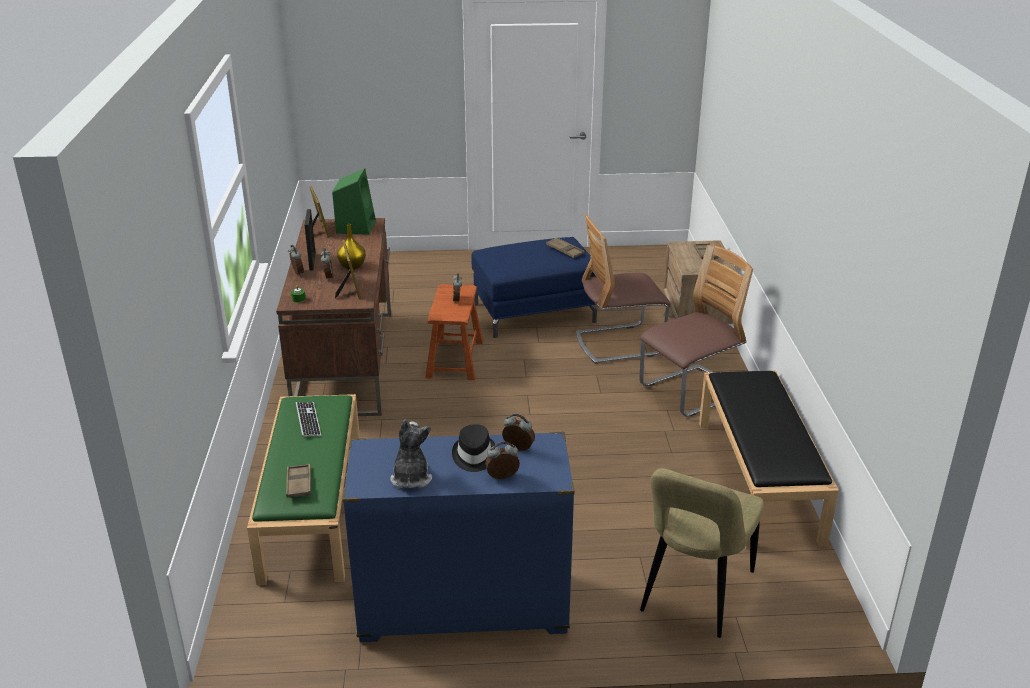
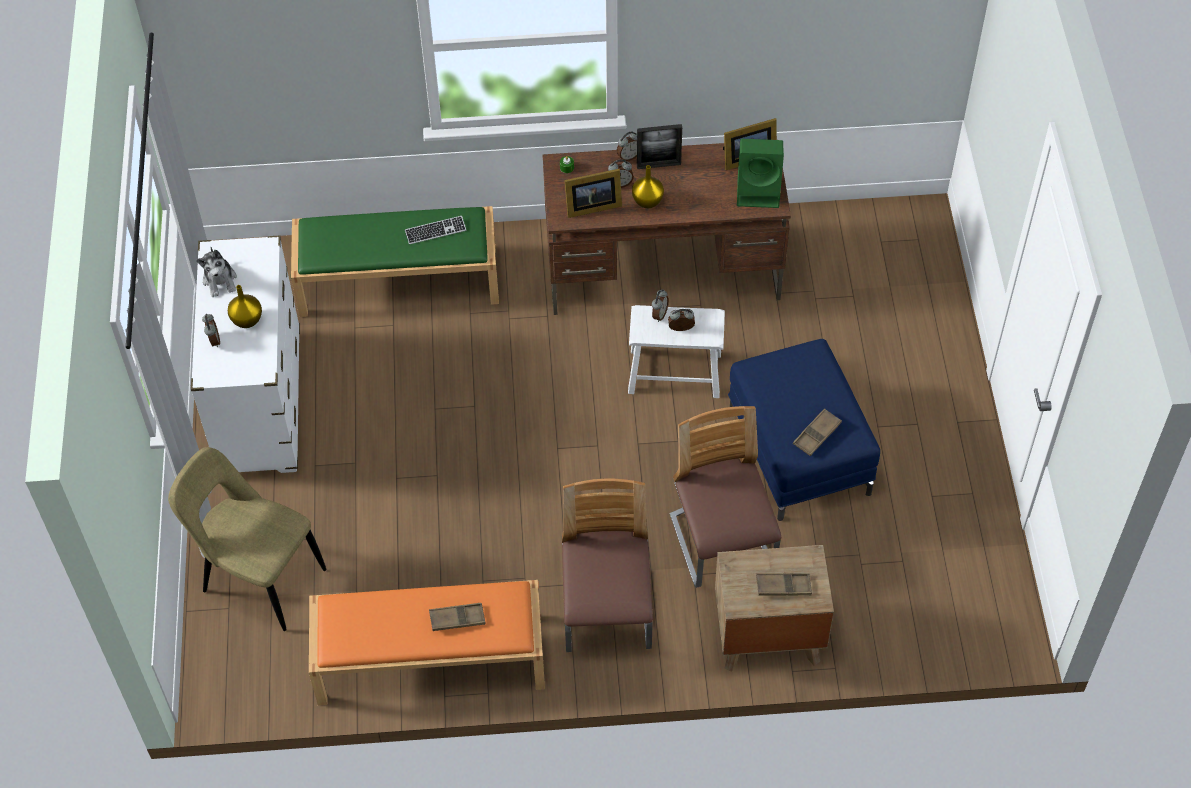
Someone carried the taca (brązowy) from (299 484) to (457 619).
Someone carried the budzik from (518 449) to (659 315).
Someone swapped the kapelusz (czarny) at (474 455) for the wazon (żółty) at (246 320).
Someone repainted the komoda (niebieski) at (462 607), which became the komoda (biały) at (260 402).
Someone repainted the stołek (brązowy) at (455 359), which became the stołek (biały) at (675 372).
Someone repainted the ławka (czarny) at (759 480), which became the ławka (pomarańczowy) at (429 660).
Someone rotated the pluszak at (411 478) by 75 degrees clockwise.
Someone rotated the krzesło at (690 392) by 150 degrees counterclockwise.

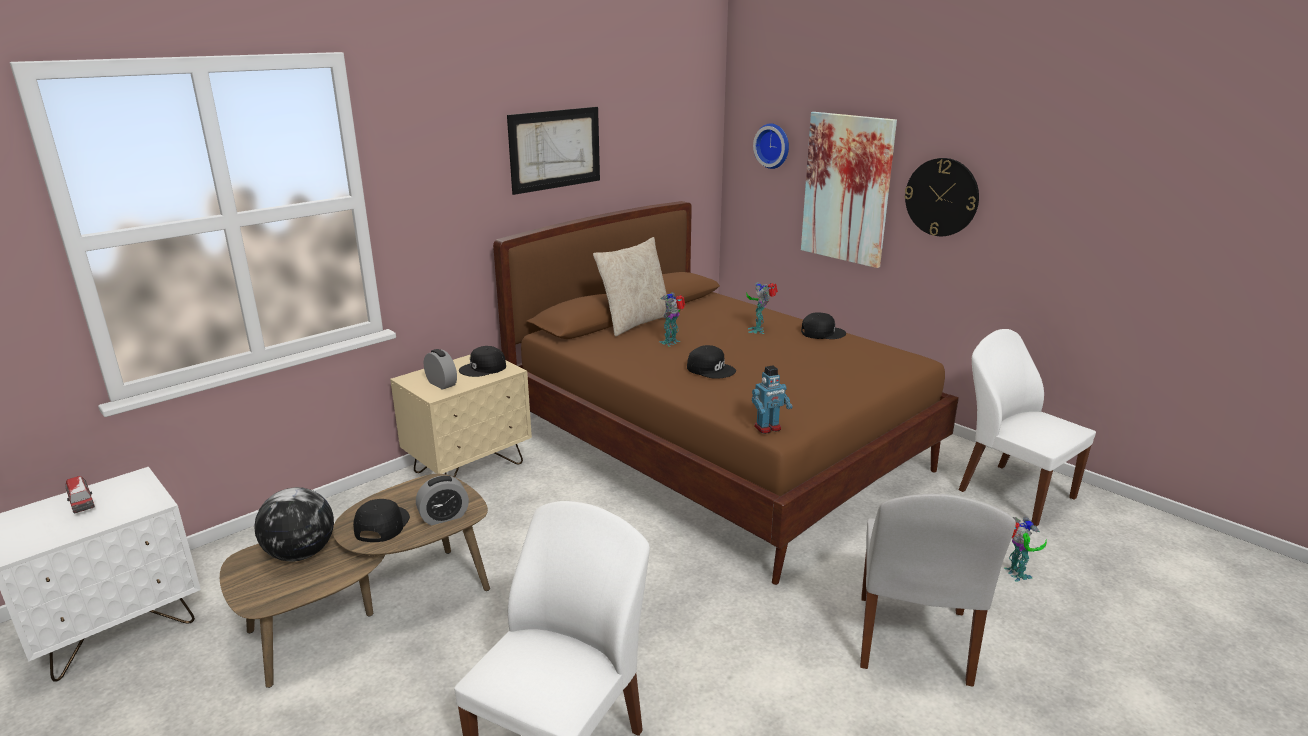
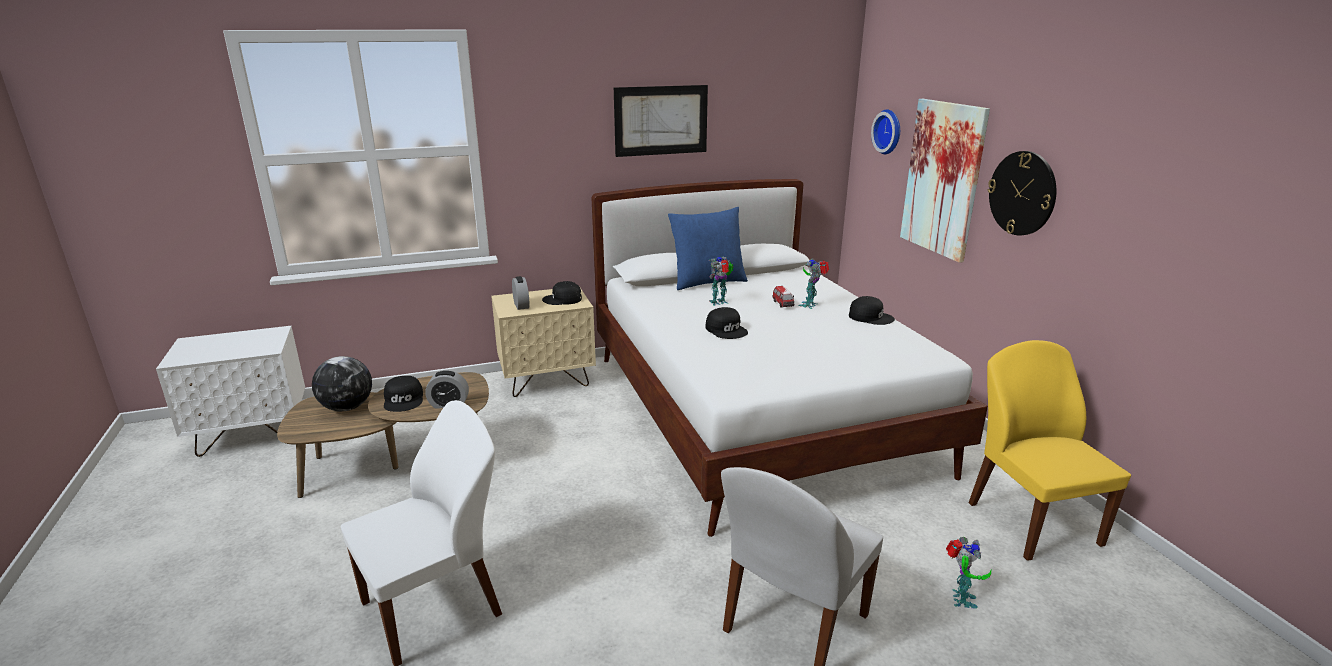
Someone took away the robot zabawkowy at (768 428).
Someone carried the samochodzik from (83 505) to (783 304).
Someone repainted the łóżko (brązowy) at (717 450), which became the łóżko (biały) at (757 411).
Someone repainted the poduszka (beżowy) at (635 322), which became the poduszka (niebieski) at (707 282).
Someone repainted the krzesło (biały) at (1013 493), which became the krzesło (żółty) at (1031 521).
Someone rotated the czapka z daszkiem (czarny) at (381 525) by 135 degrees clockwise.

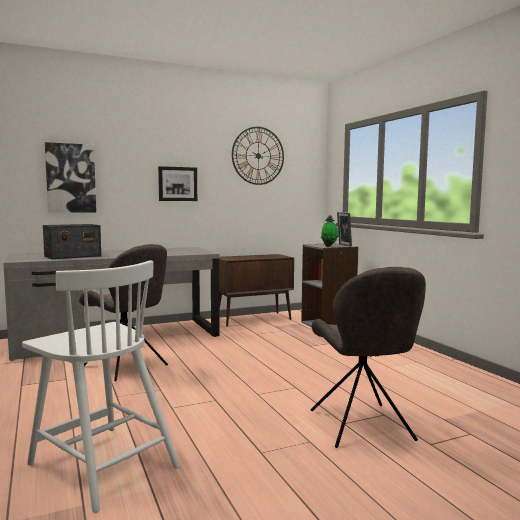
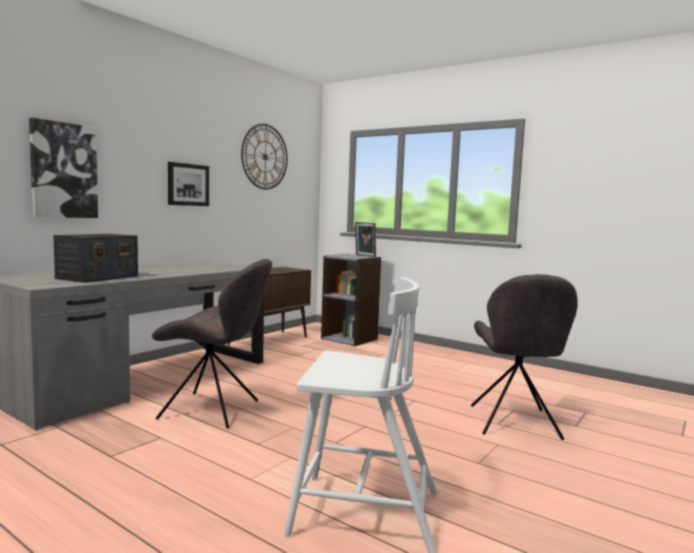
Someone took away the roślina doniczkowa at (329 246).
Someone rotated the krzesło (szary) at (362 427) by 45 degrees clockwise.

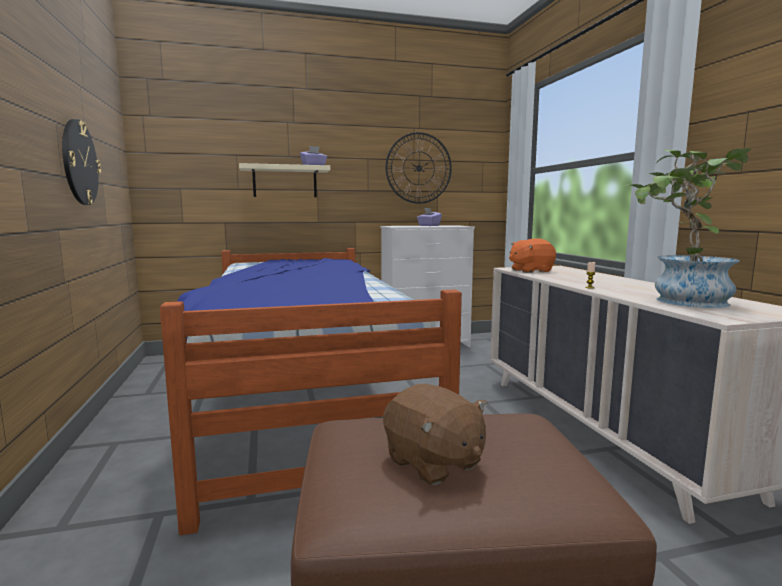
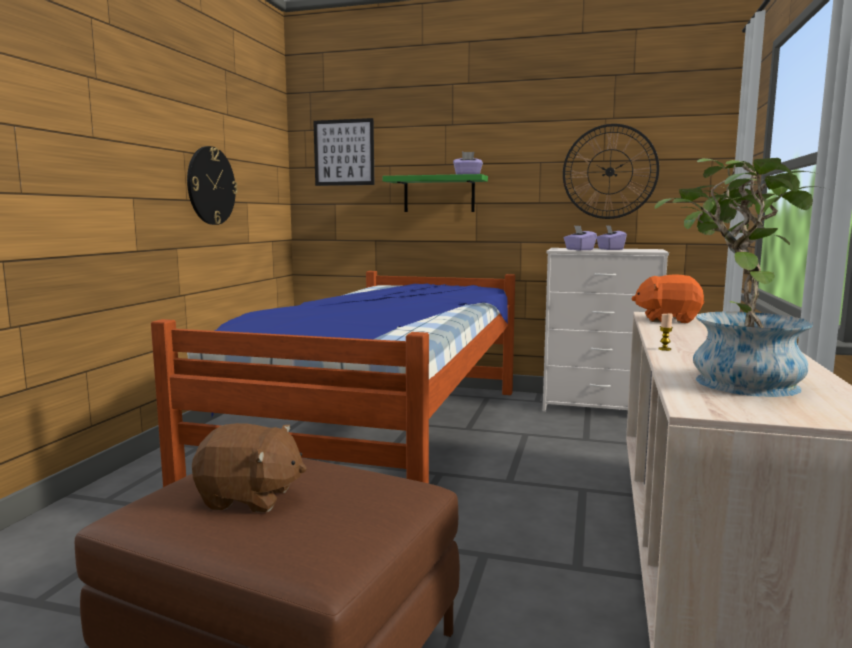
Someone put up the obraz at (344 152).
Someone put down the pudełko chusteczek (fioletowy) at (579 249).
Someone repainted the półka (beżowy) at (285 182), which became the półka (zielony) at (439 194).
Someone rotated the pluszak (brązowy) at (433 463) by 75 degrees counterclockwise.

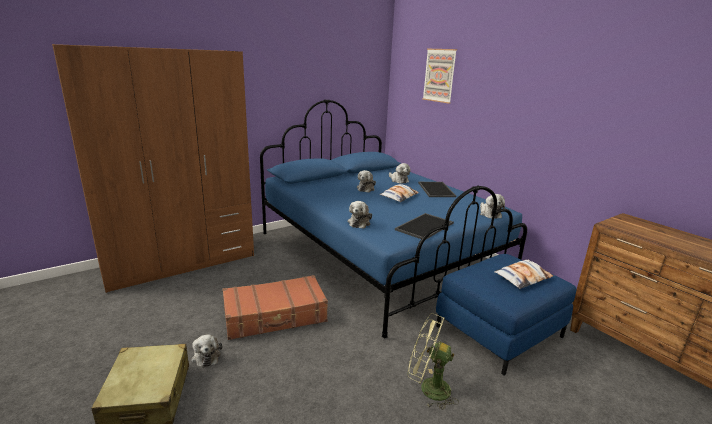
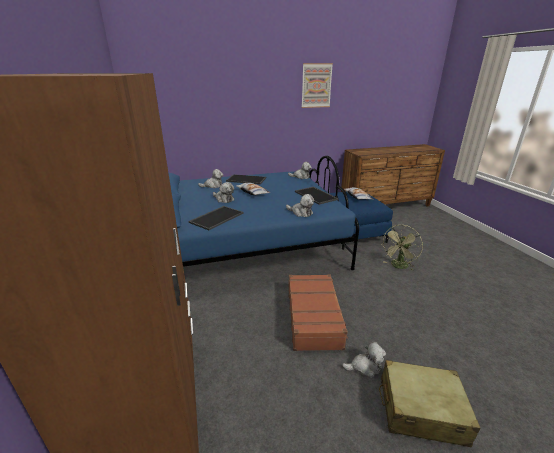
Someone put down the taca at (216 217).
Someone carried the obraz from (439 75) to (316 85).

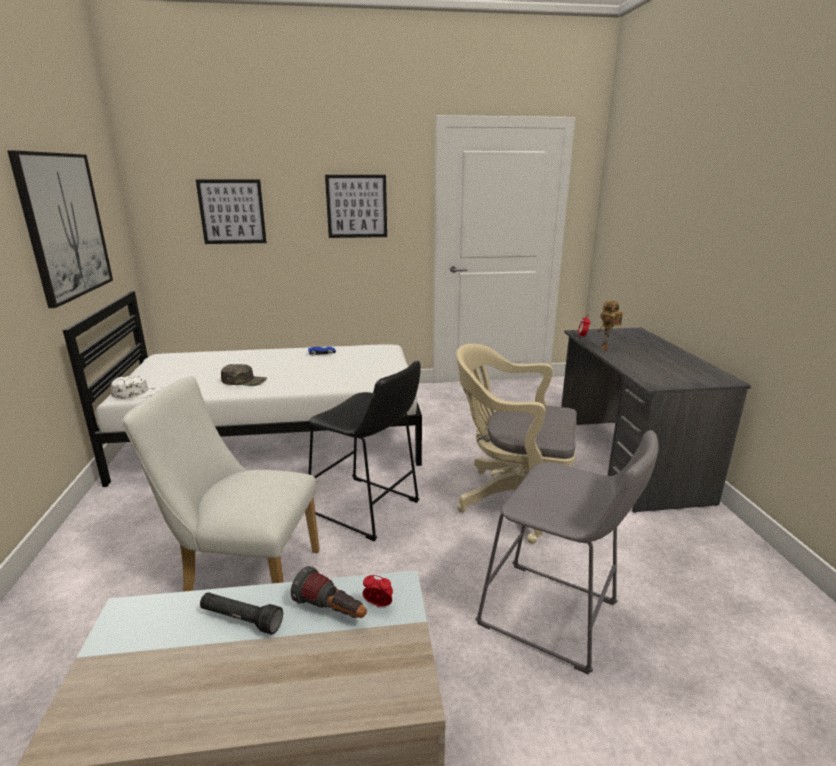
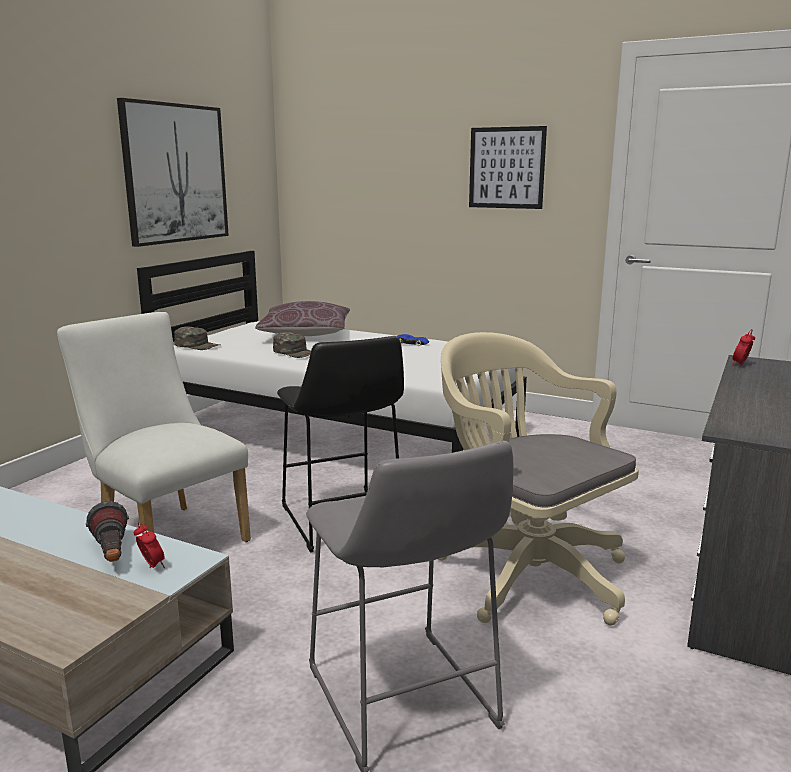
Someone took away the obraz at (232 212).
Someone took away the latarka (czarny) at (241 620).
Someone took away the robot zabawkowy at (606 349).
Someone put down the poduszka (brązowy) at (305 334).
Someone repainted the czapka z daszkiem (biały) at (138 393), which became the czapka z daszkiem (zielony) at (197 345).

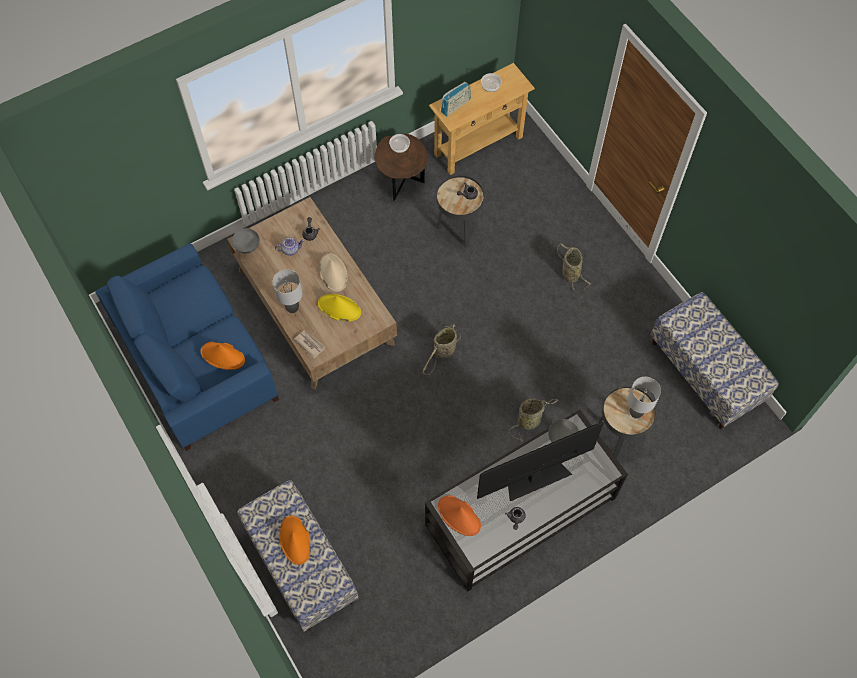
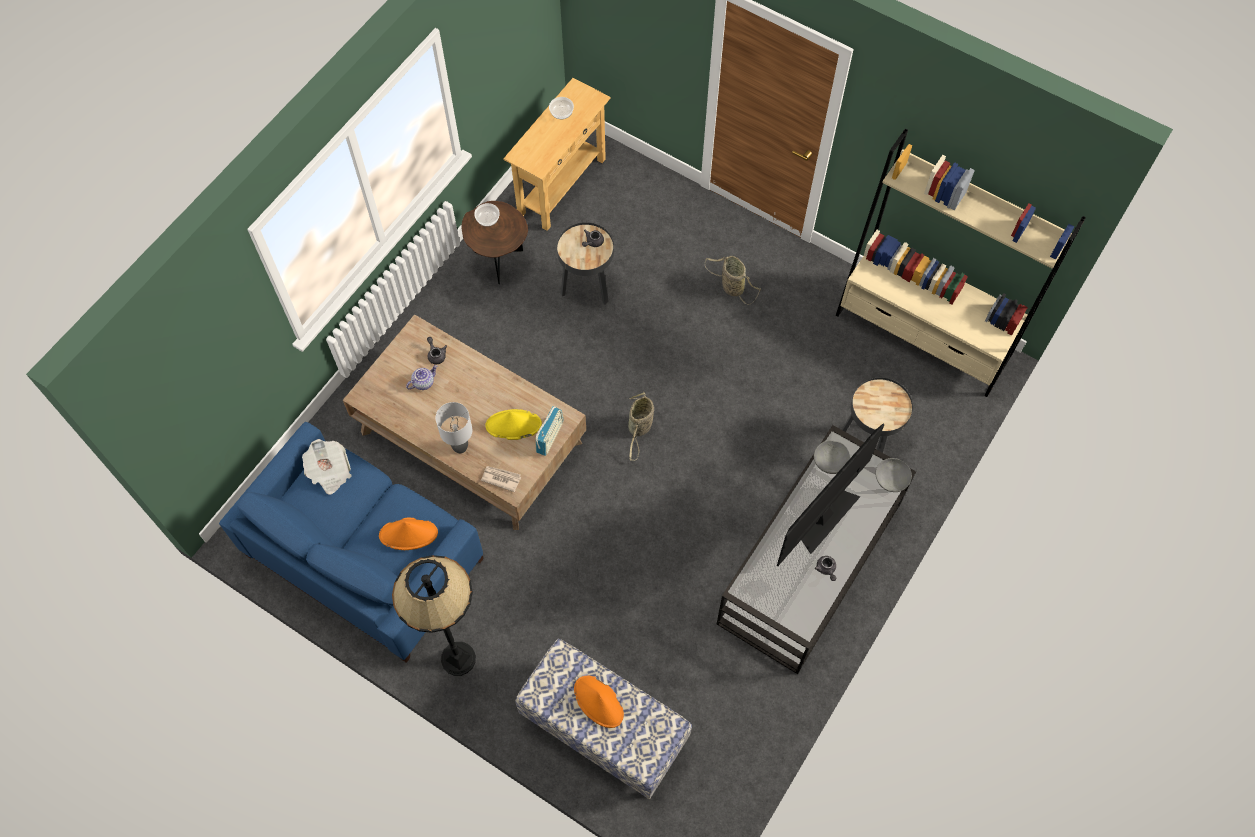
Someone took away the kapelusz (beżowy) at (333 273).
Someone took away the kapelusz (pomarańczowy) at (459 516).
Someone took away the koszyk at (530 420).
Someone took away the lampa stołowa (szary) at (635 412).
Someone put down the gazeta at (329 472).
Someone put down the lampa stojąca (czarny) at (458 658).
Someone carried the miska (szary) from (247 246) to (891 480).
Someone carried the radio from (455 106) to (550 437).
Someone swapped the ławka at (705 373) for the regał (beżowy) at (923 336).

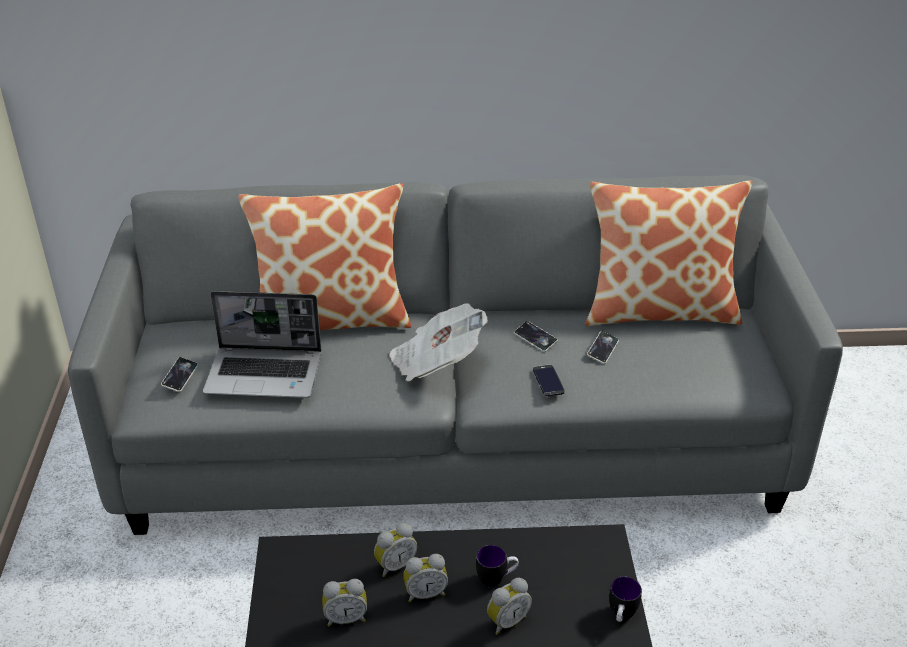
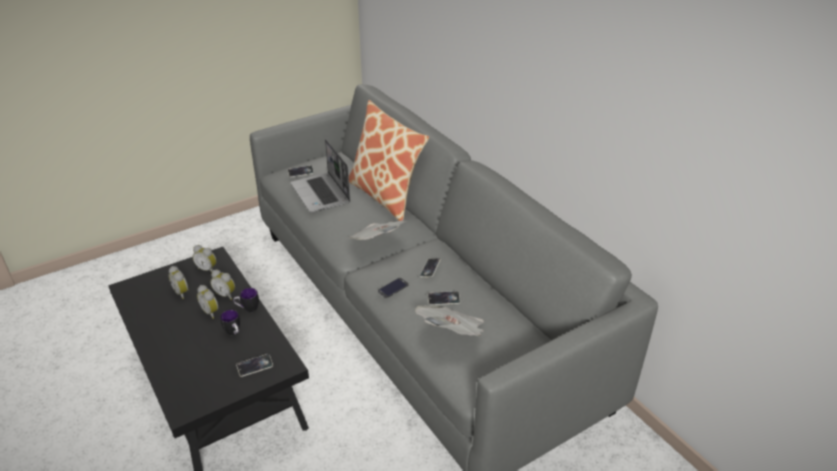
Someone took away the poduszka at (659 310).
Someone put down the telefon at (255 367).
Someone put down the gazeta at (452 333).
Someone carried the budzik from (506 621) to (208 269).
Someone carried the kubek from (621 617) to (248 309).

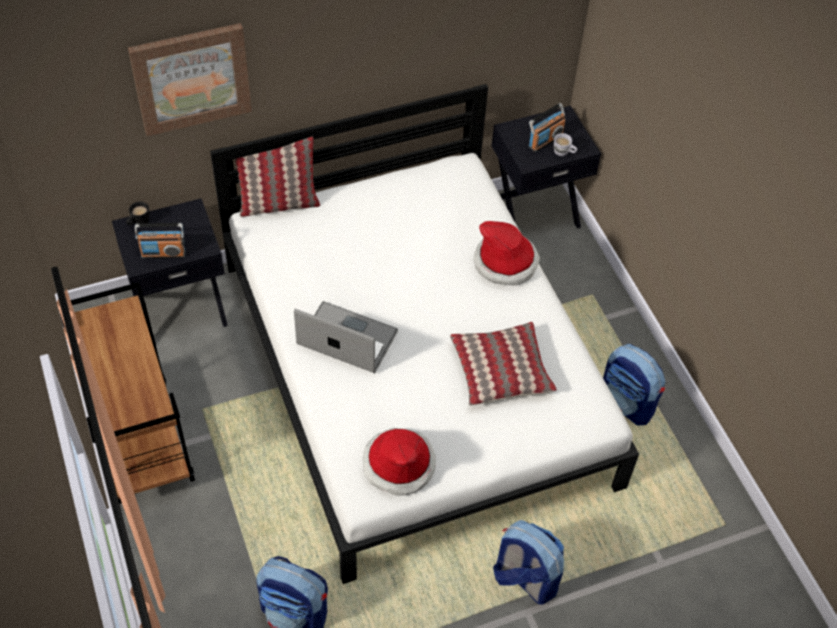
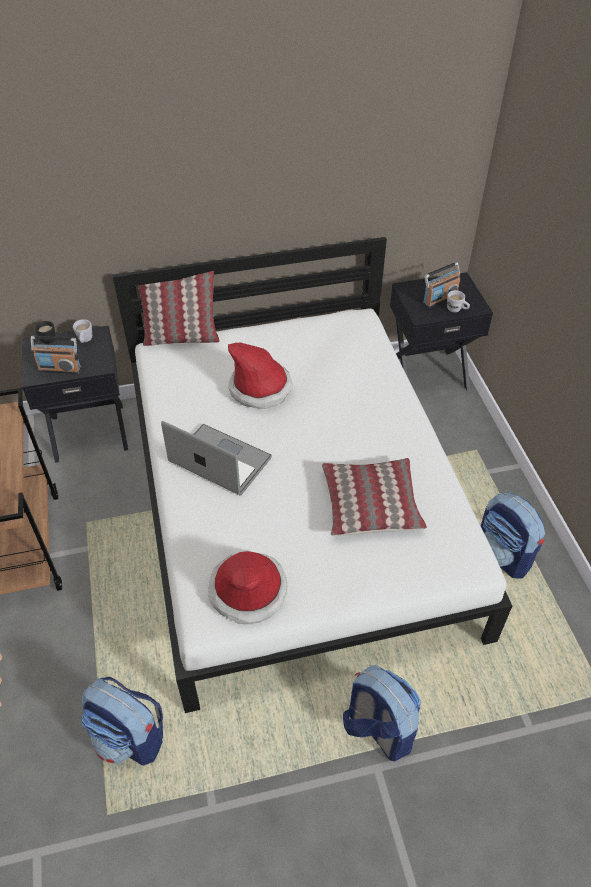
Someone took away the obraz at (191 78).
Someone put down the kubek (biały) at (85 341).
Someone carried the kapelusz from (505 262) to (260 388).

